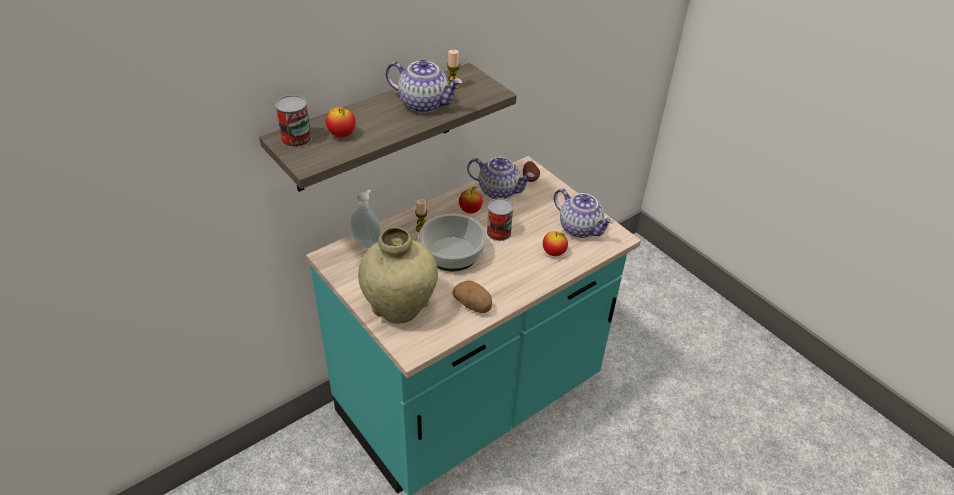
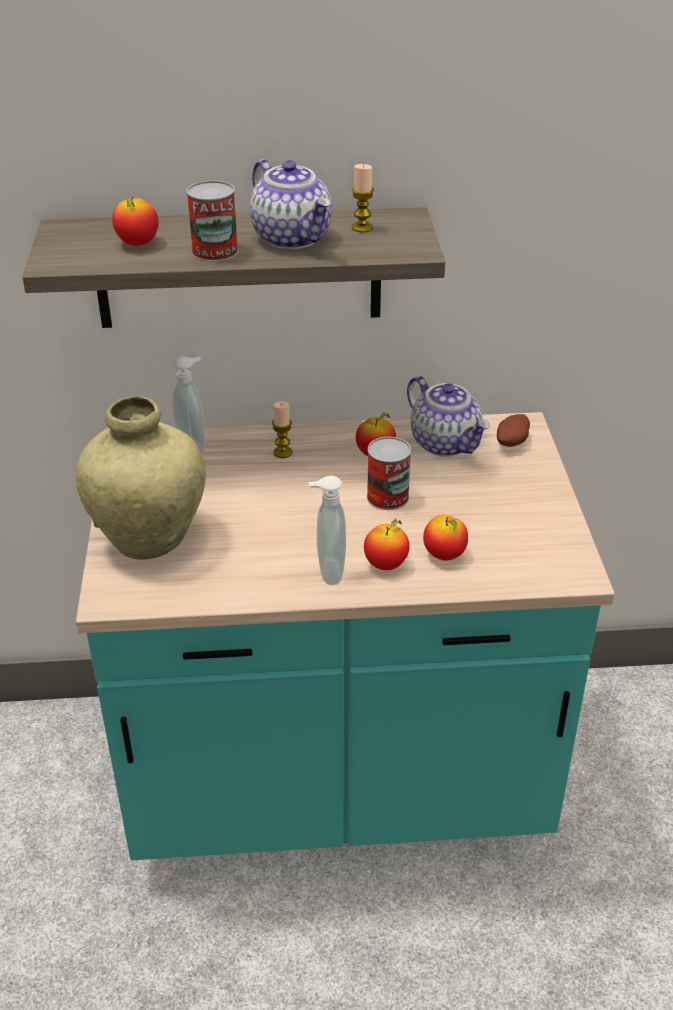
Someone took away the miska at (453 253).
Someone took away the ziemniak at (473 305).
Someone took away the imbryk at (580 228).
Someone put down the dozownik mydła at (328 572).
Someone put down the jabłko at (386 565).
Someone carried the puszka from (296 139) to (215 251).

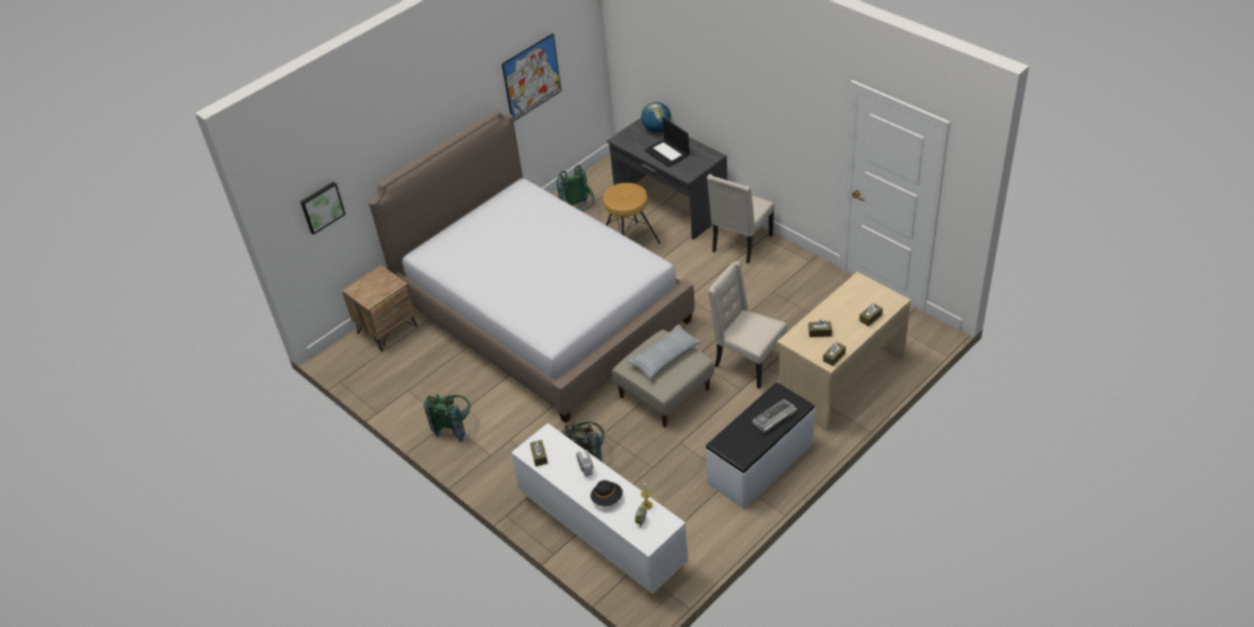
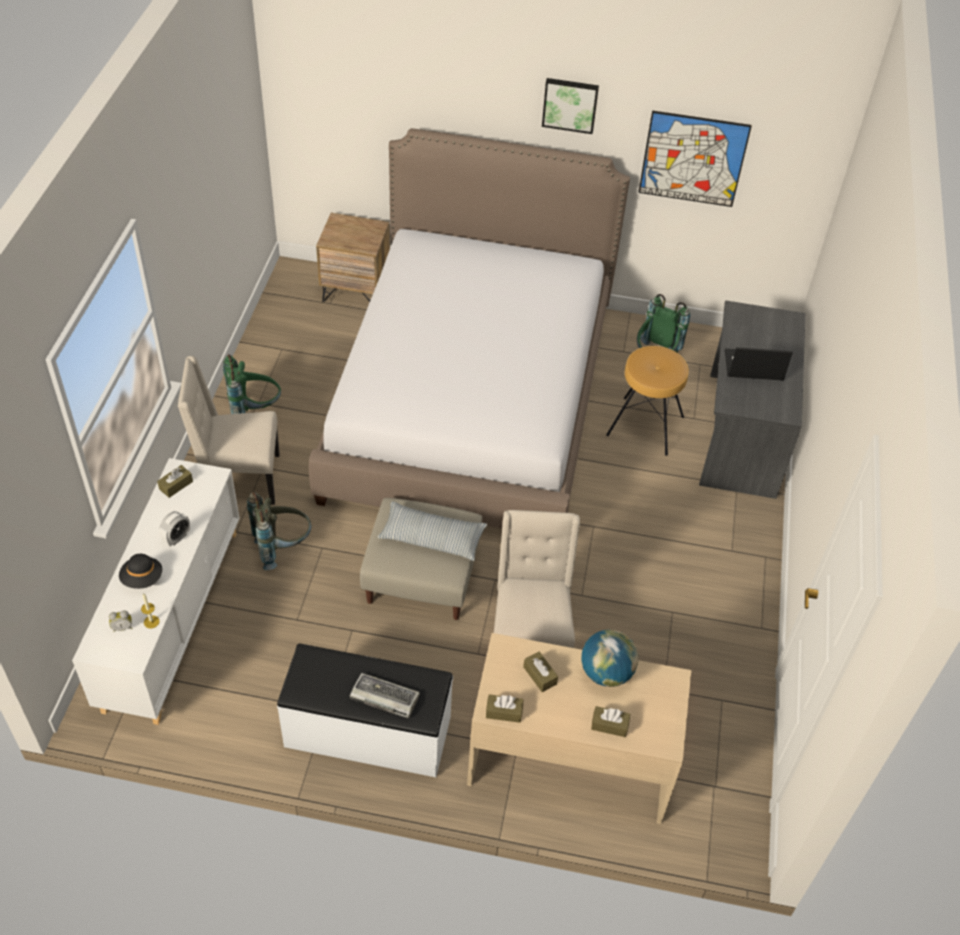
Someone carried the obraz from (321 207) to (570 104).
Someone carried the globus from (656 129) to (606 672).
Someone carried the krzesło (beżowy) from (741 244) to (239 479).
Someone rotated the laptop at (667 153) by 75 degrees clockwise.

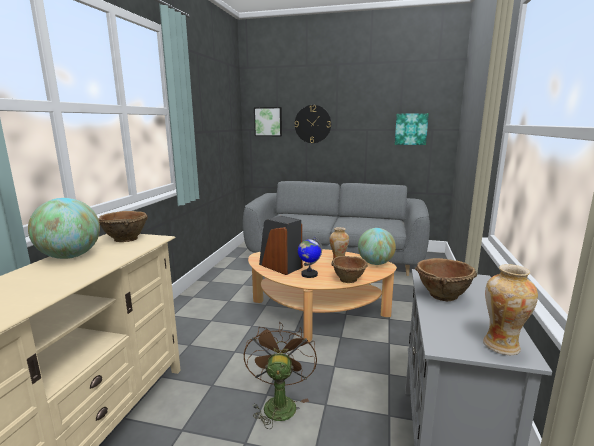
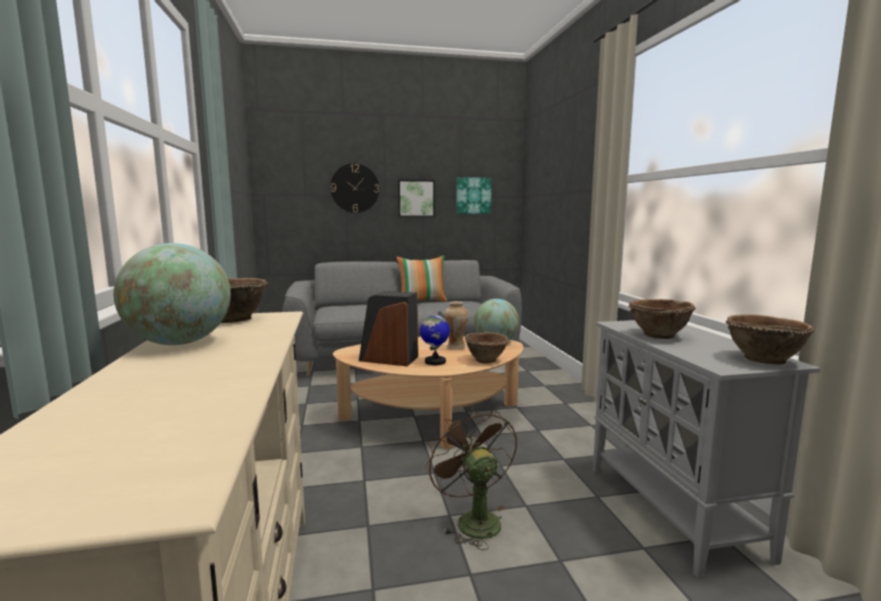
Someone put down the poduszka at (422 301).
Someone carried the obraz from (268 121) to (416 198).
Someone swapped the wazon at (501 346) for the miska (brązowy) at (763 359).

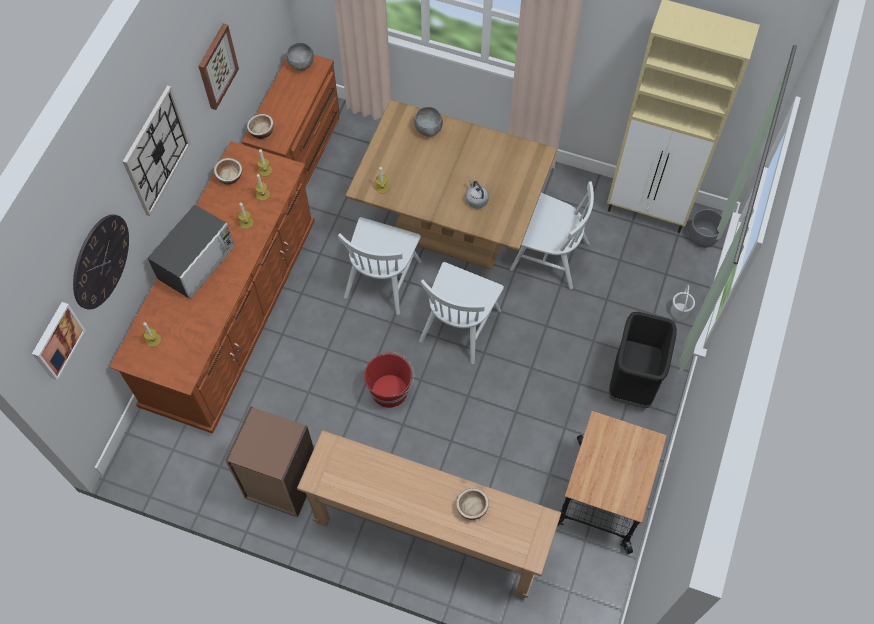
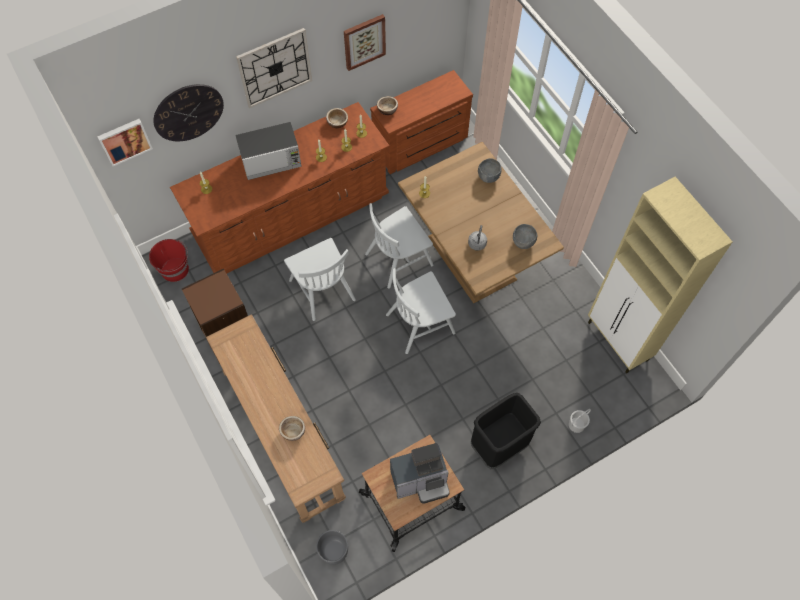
Someone put down the ekspres do kawy at (421 481).
Someone carried the miska (szary) from (301 64) to (523 242).
Someone carried the wiadro (czerwony) from (390 390) to (175 269).
Someone carried the krzesło (biały) from (549 256) to (322 289).
Someone carried the donica (szary) from (702 237) to (333 550).

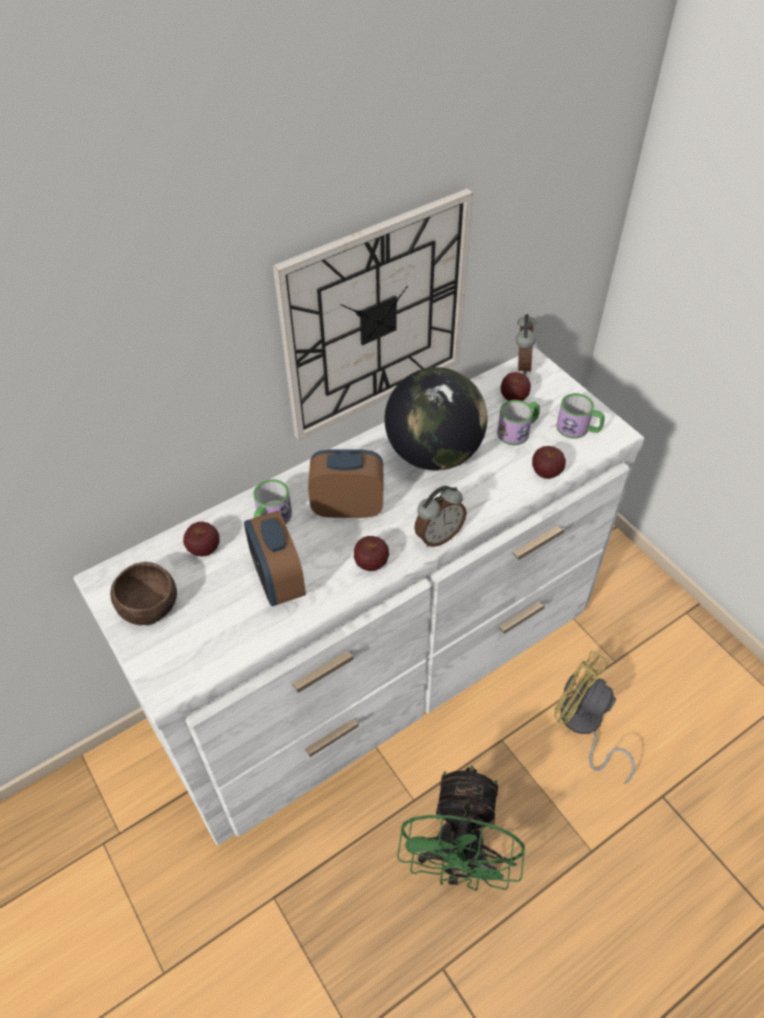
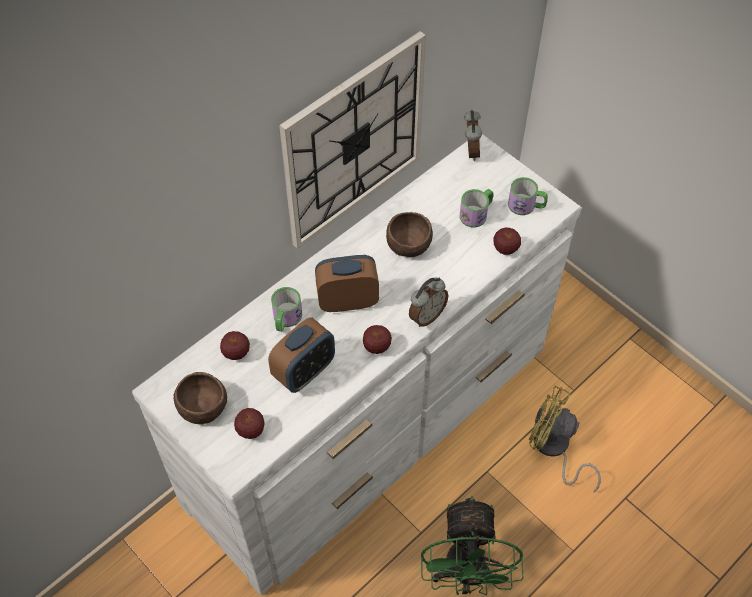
Someone carried the jabłko from (514 398) to (251 430).
Someone swapped the globus at (433 453) for the miska (brązowy) at (410 243).
Someone rotated the budzik at (278 581) by 105 degrees counterclockwise.

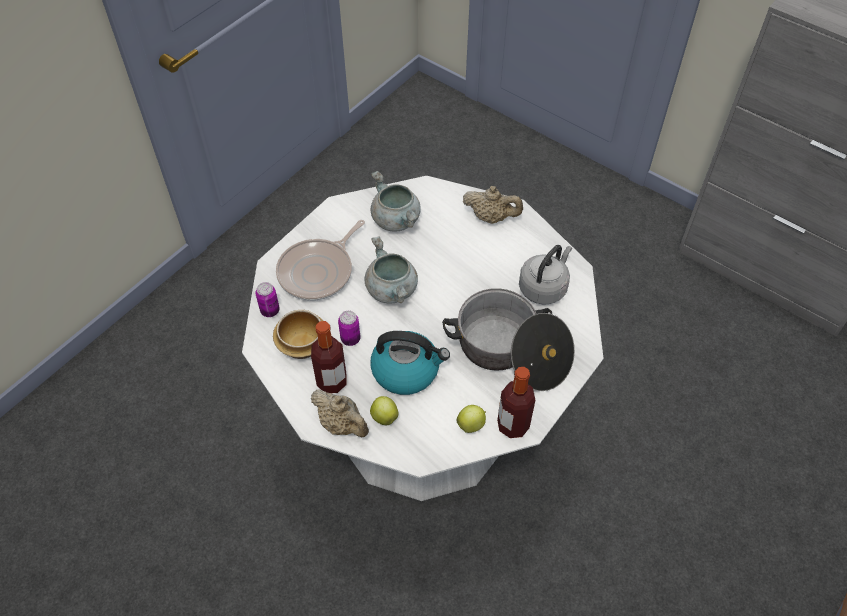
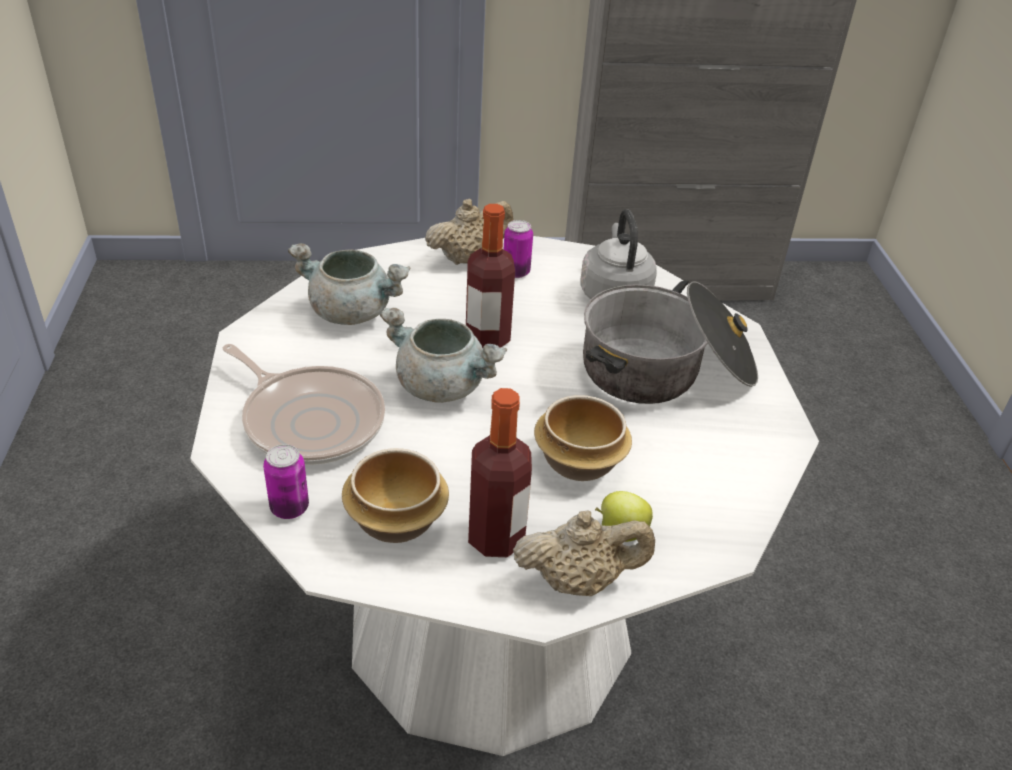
Someone took away the jabłko at (471 424).
Someone carried the puszka from (350 339) to (516 272).
Someone carried the butelka from (513 425) to (487 338).
Someone swapped the czajnik at (407 370) for the miska at (577 462).
Someone rotated the patelnia at (319 271) by 45 degrees counterclockwise.

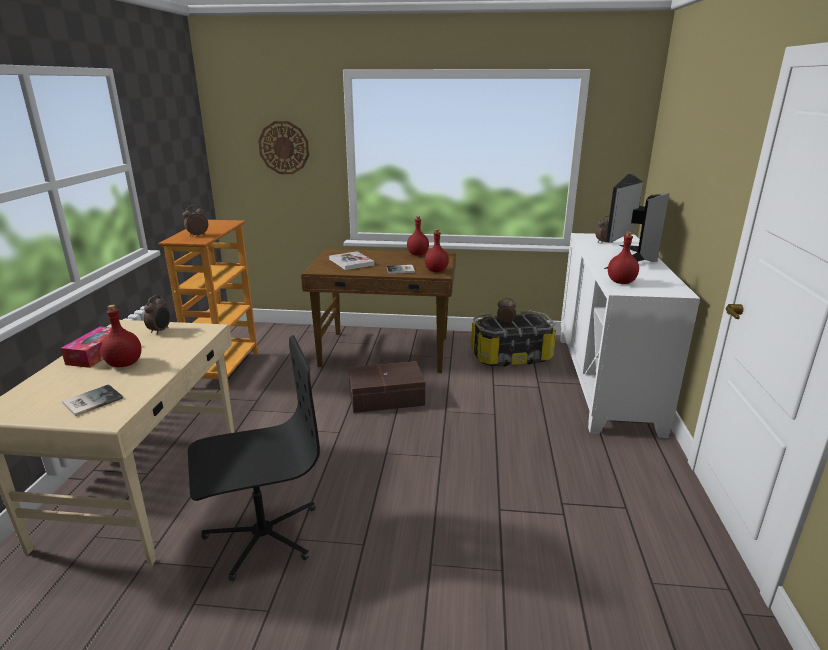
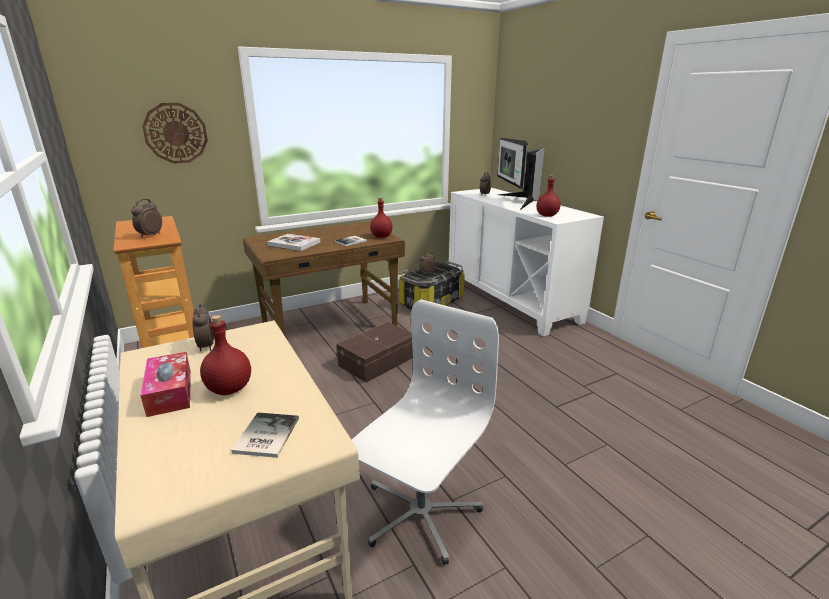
Someone took away the butelka (czerwony) at (417 254).
Someone repainted the krzesło biurowe (czarny) at (262 534), which became the krzesło biurowe (biały) at (419 513).

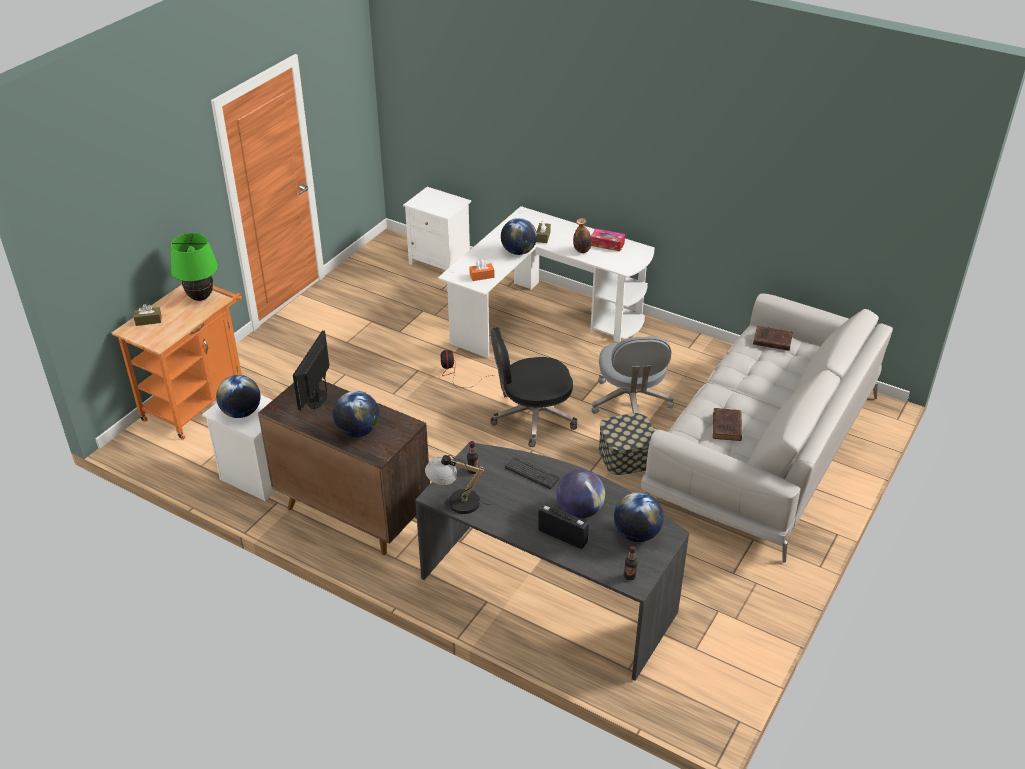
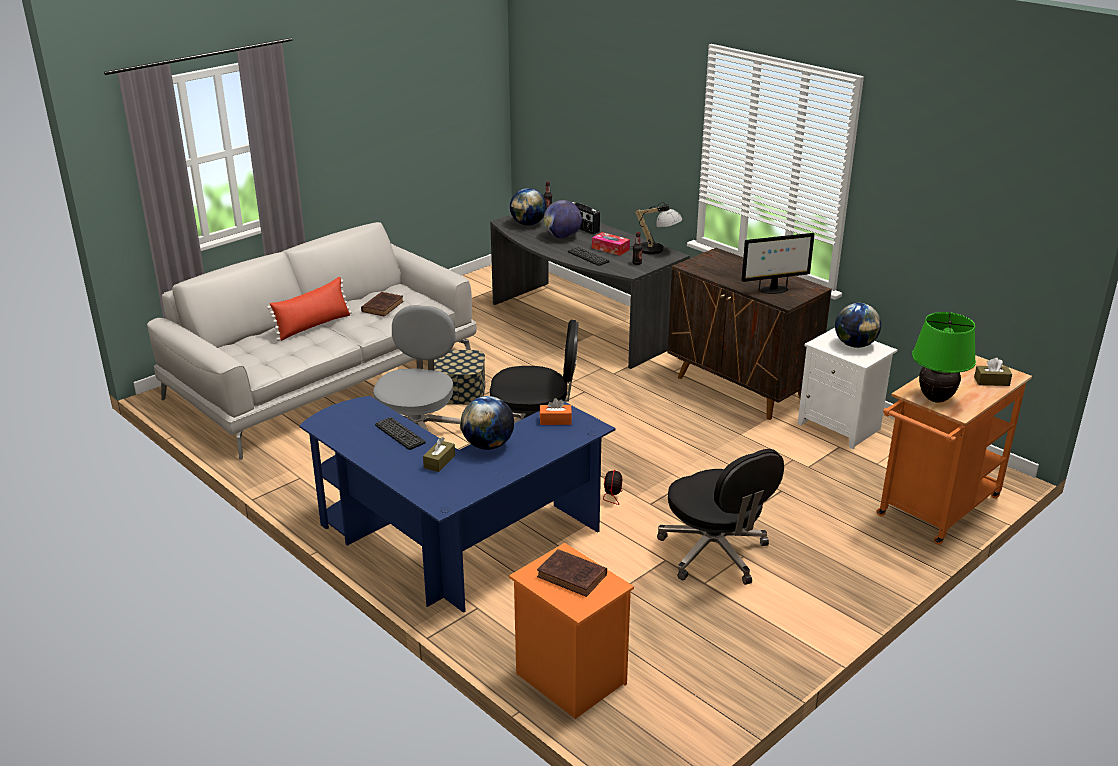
Someone took away the globus at (358 431).
Someone put down the poduszka (czerwony) at (313 326).
Someone put down the krzesło biurowe (czarny) at (715 553).
Someone carried the pudełko chusteczek from (607 244) to (610 249).
Someone carried the książka (brązowy) from (771 340) to (573 576).
Someone swapped the butelka at (582 250) for the klawiatura at (400 434).
Someone repainted the szafka nocna (biały) at (441 261), which became the szafka nocna (pomarańczowy) at (568 678).
Someone repainted the biurko (biały) at (544 316), which became the biurko (niebieski) at (452 548).
Someone rotated the monitor at (317 399) by 45 degrees clockwise.

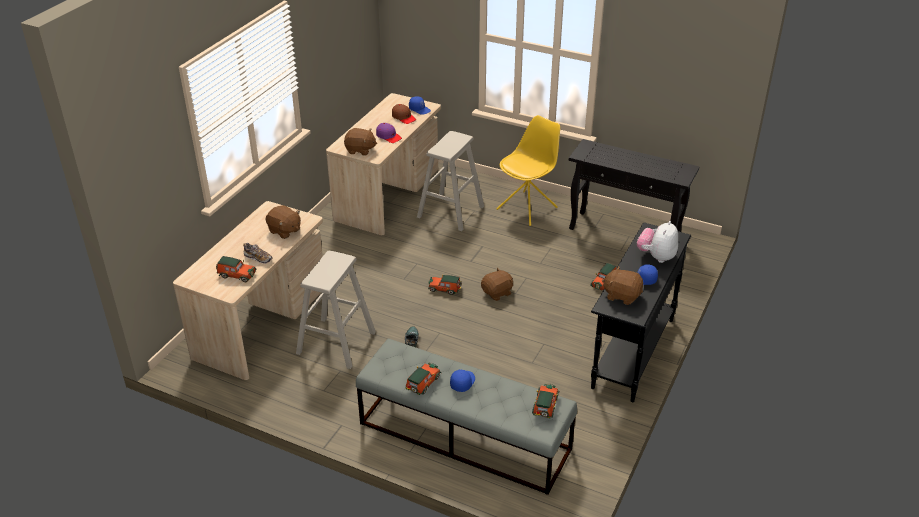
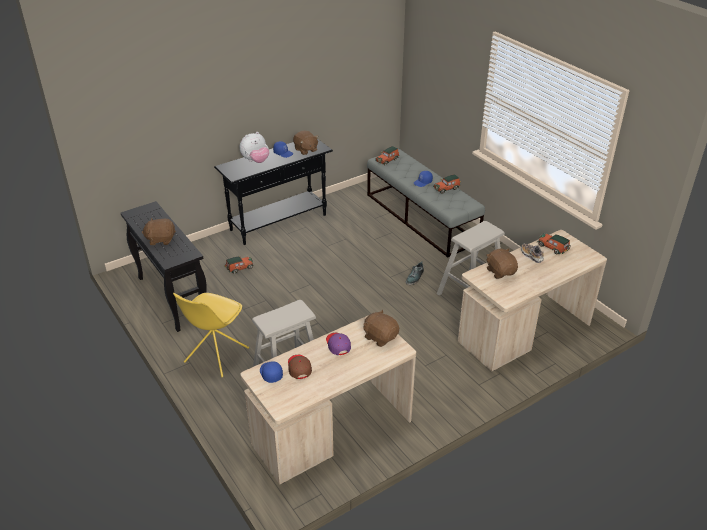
Someone took away the samochodzik at (445 289).
Someone carried the pluszak (brązowy) from (497 293) to (161 239).
Someone rotated the krzesło (żółty) at (528 208) by 45 degrees counterclockwise.

